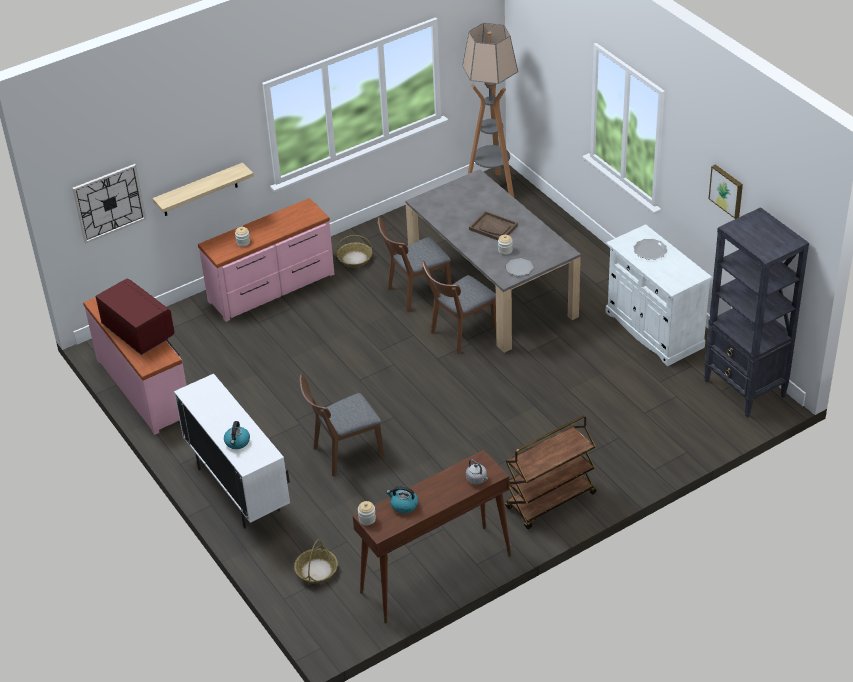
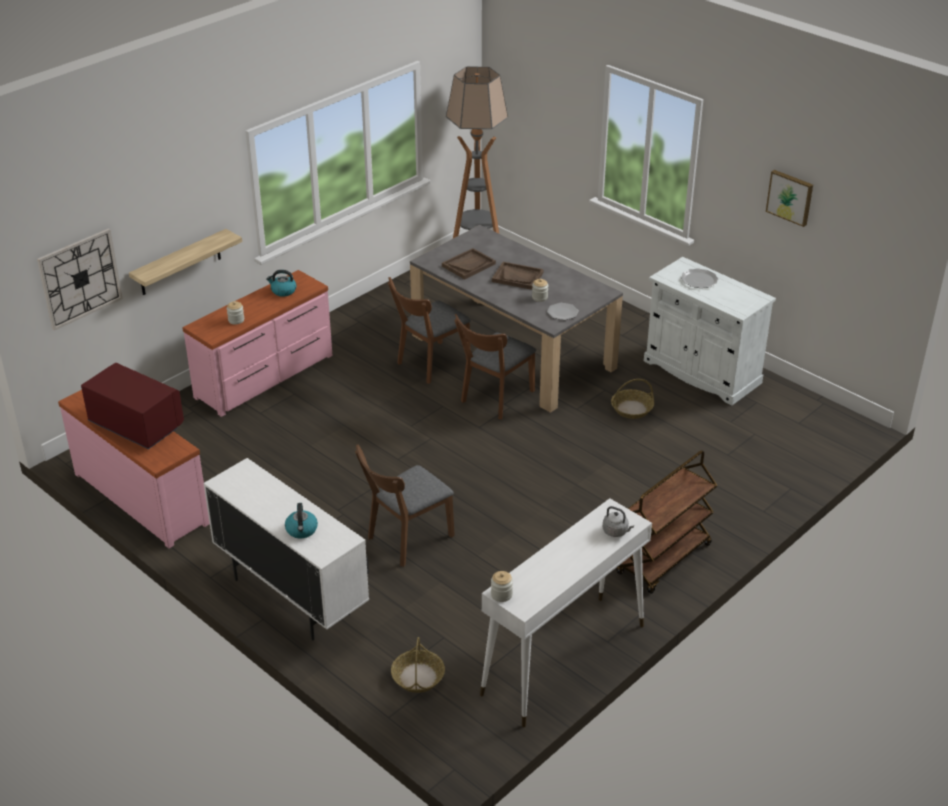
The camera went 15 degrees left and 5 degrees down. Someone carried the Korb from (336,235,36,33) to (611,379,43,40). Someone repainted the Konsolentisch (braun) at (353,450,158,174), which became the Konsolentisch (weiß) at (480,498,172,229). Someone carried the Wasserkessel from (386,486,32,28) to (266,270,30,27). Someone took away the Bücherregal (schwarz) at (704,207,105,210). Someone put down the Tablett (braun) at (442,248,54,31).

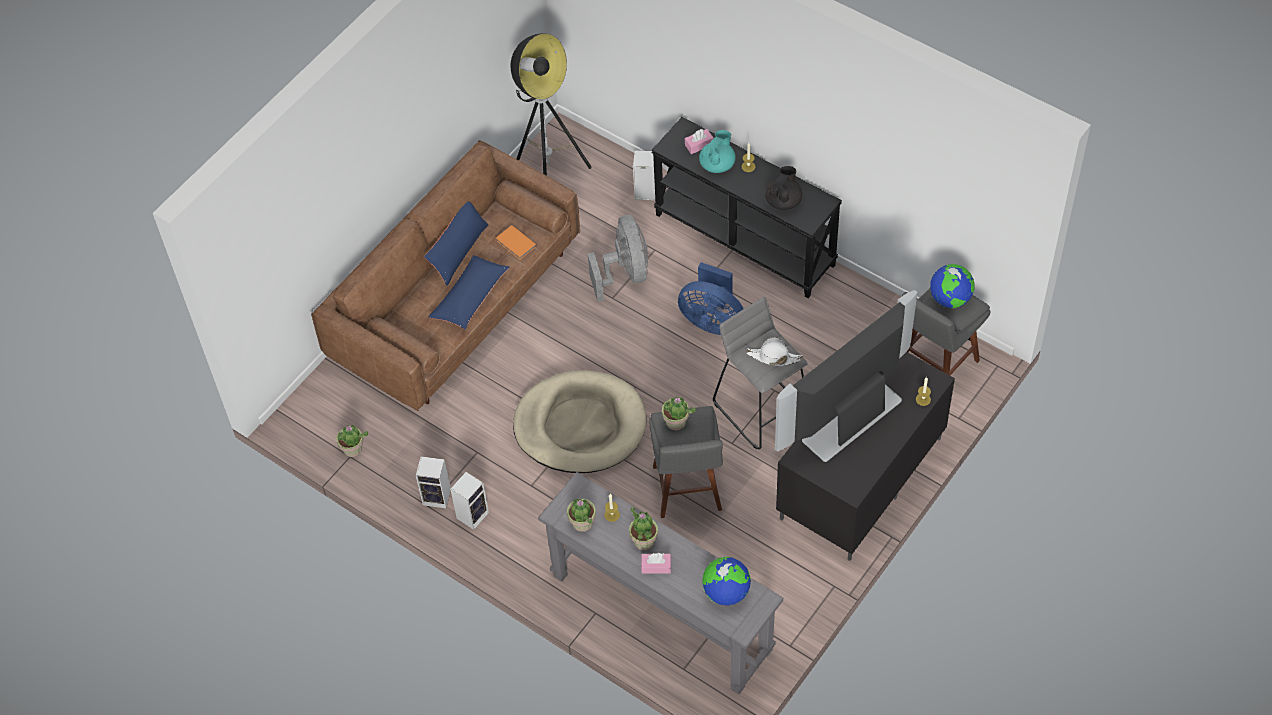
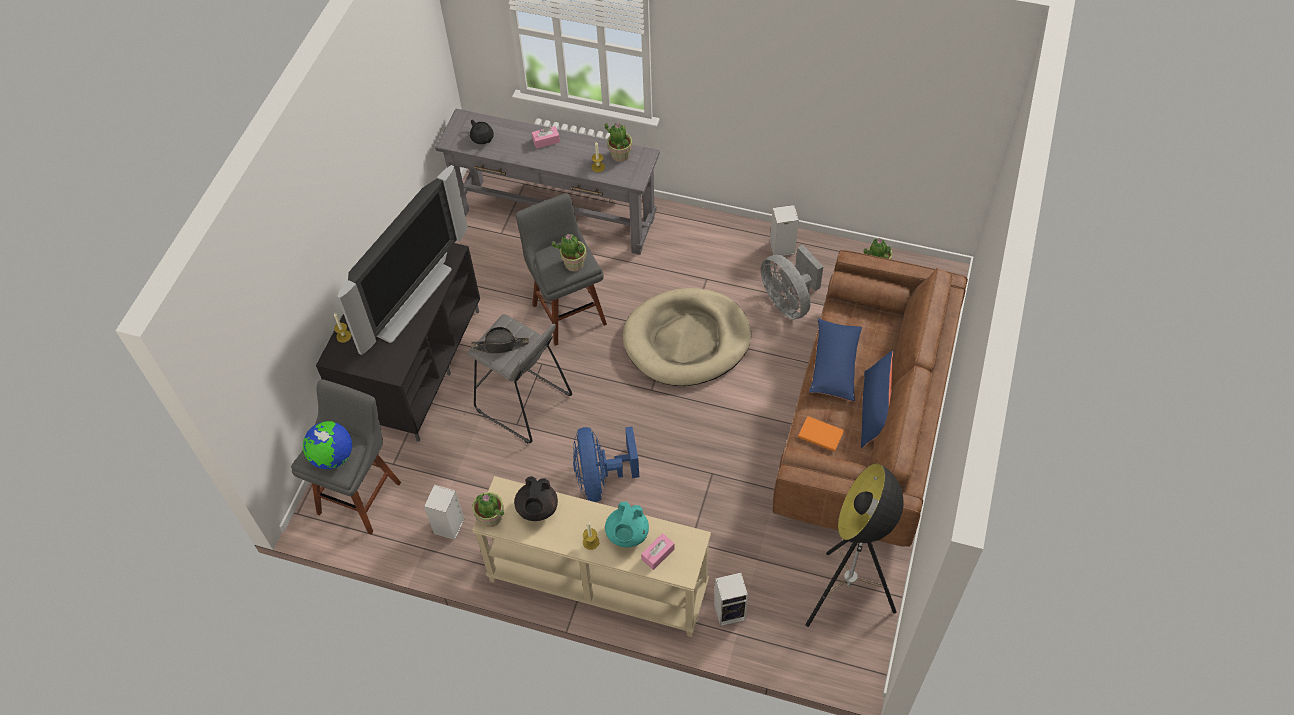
The camera went 160 degrees right and 0 degrees up. Someone carried the Lautsprecher from (450,472,39,58) to (424,485,41,55). Someone carried the Ventilator (grau) from (588,215,60,87) to (761,245,62,74). Someone carried the Topfpflanze from (629,506,29,44) to (472,492,32,35). Someone repainted the Konsolentisch (schwarz) at (651,117,191,181), which became the Konsolentisch (beige) at (472,476,239,161). Someone rotated the Ventilator (blau) at (678,262,65,73) by 105 degrees counterclockwise. Someone swapped the Globus at (702,557,49,49) for the Teekanne (schwarz) at (470,120,24,24). Someone repainted the Hut (weiß) at (746,337,57,29), which became the Hut (schwarz) at (471,327,58,26).

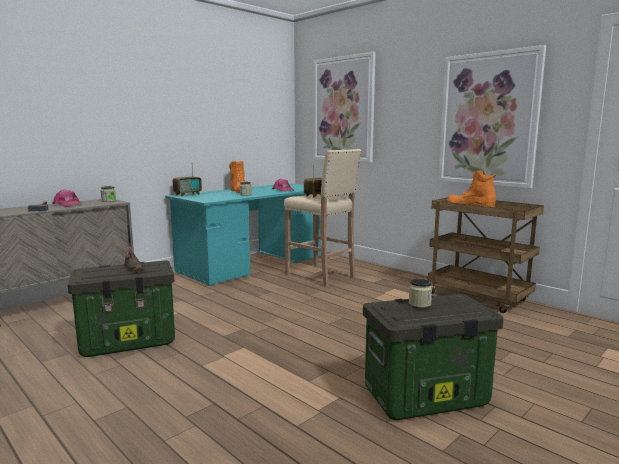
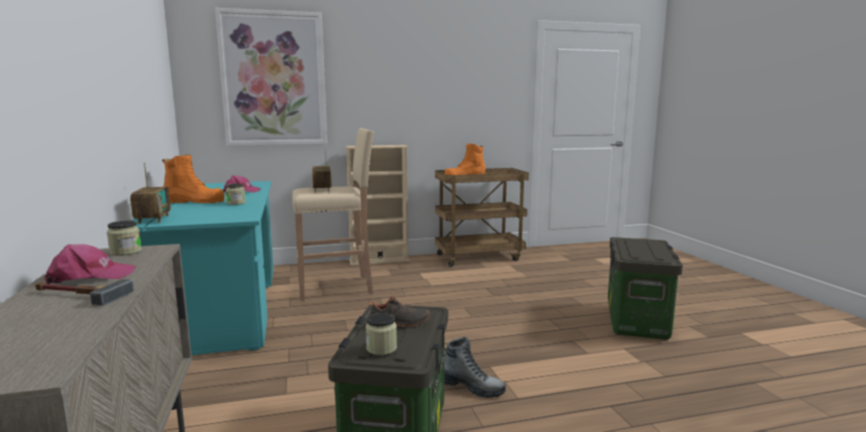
The camera went 60 degrees left and 0 degrees up. Someone carried the Vorratsglas from (409,279,23,29) to (366,313,31,42). Someone took away the Bild at (438,45,108,143). Someone put down the Bücherregal (beige) at (345,145,65,121). Someone put down the Stiefel at (444,337,62,61).

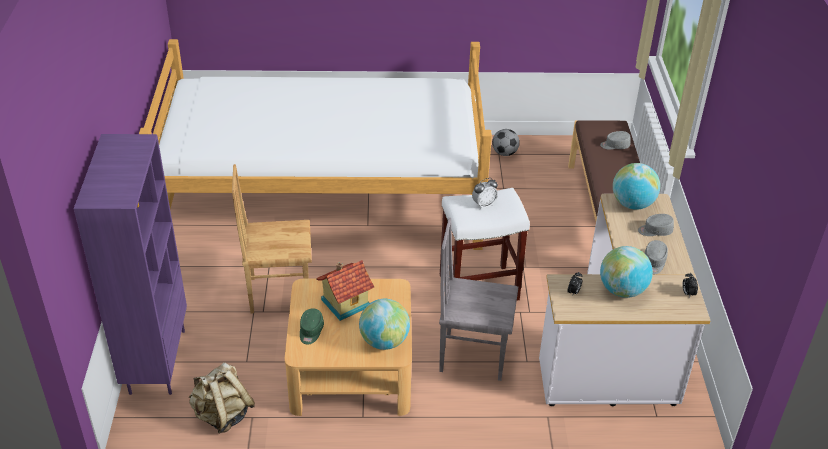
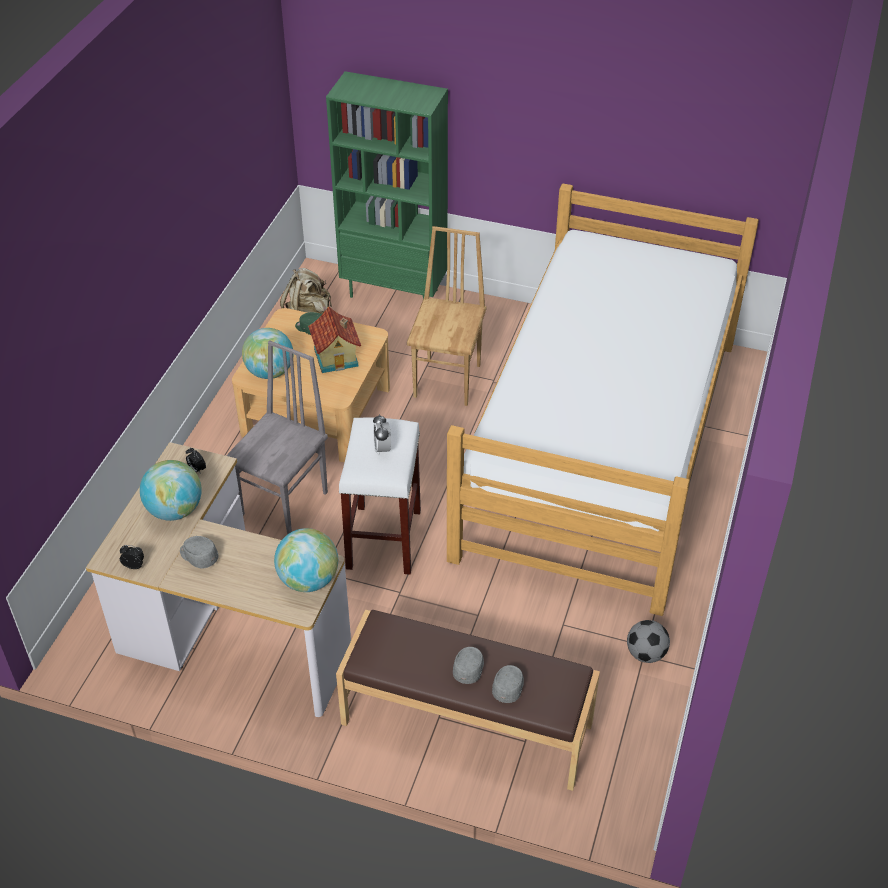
The camera went 110 degrees right and 5 degrees up. Someone repainted the Bücherregal (lila) at (74,134,113,261), which became the Bücherregal (grün) at (326,71,122,227). Someone carried the Kappe (grau) from (638,214,36,22) to (453,647,31,37).

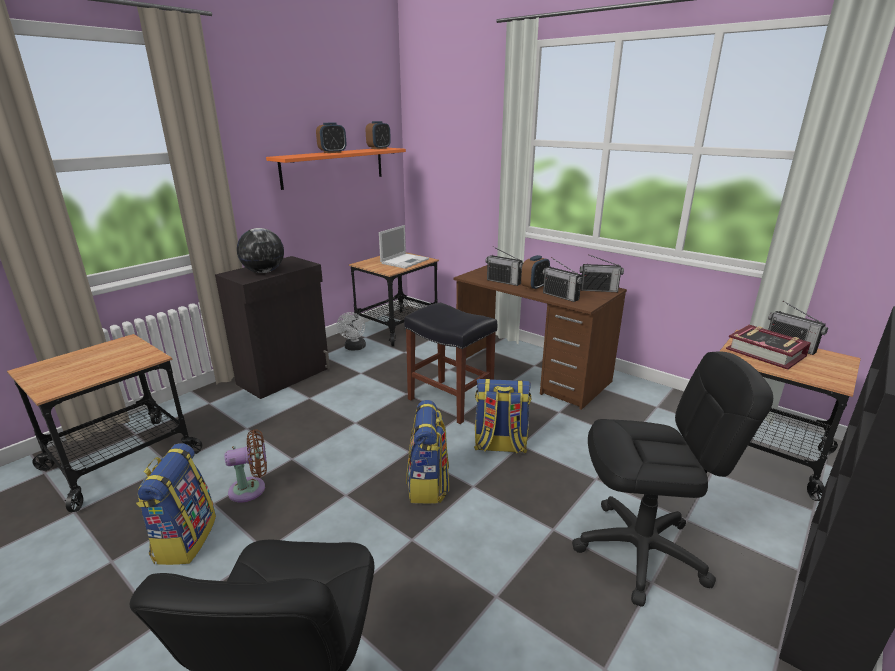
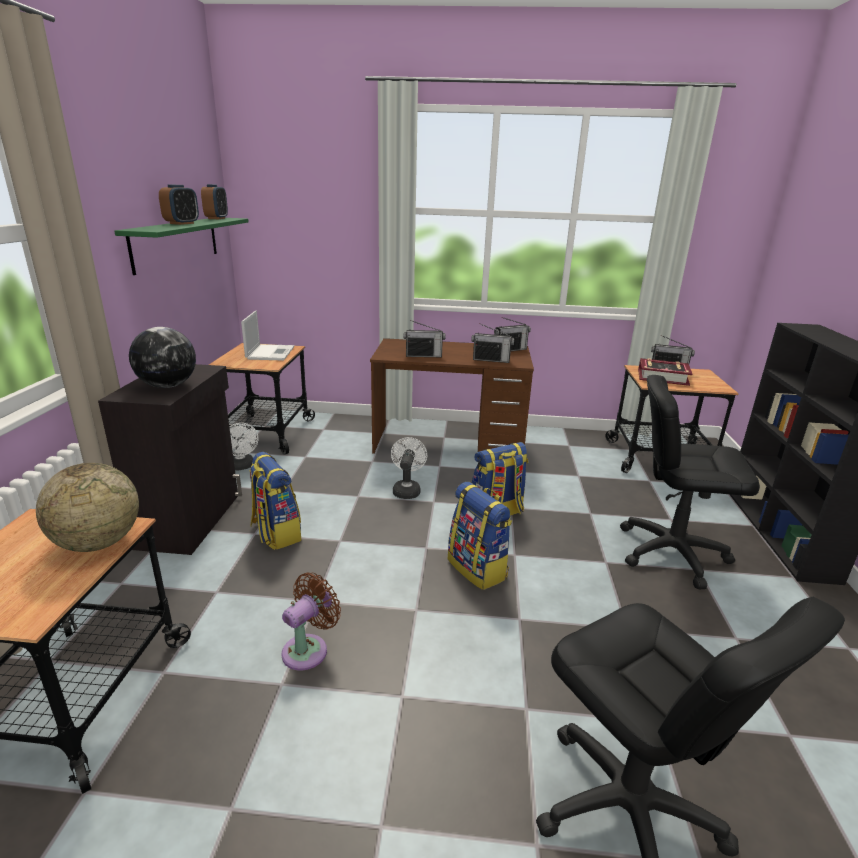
The camera went 35 degrees left and 0 degrees up. Someone carried the Rucksack from (136,443,80,122) to (249,452,52,98). Someone repainted the Wandregal (orange) at (266,148,140,42), which became the Wandregal (grün) at (114,218,135,57). Someone swapped the Hocker (schwarz) at (404,303,93,121) for the Ventilator (weiß) at (391,437,36,62). Someone took away the Wecker at (521,255,29,35). Someone rotated the Bürostuhl (schwarz) at (572,351,201,256) by 135 degrees counterclockwise. Someone put down the Globus at (36,463,103,89).

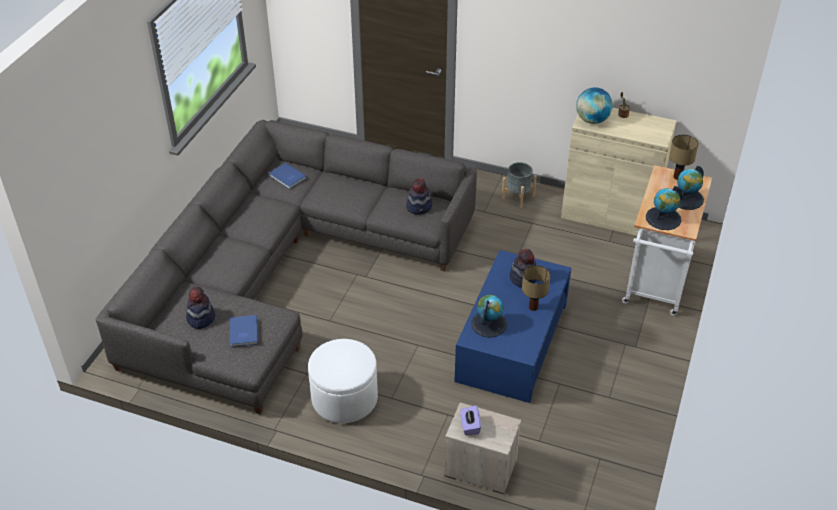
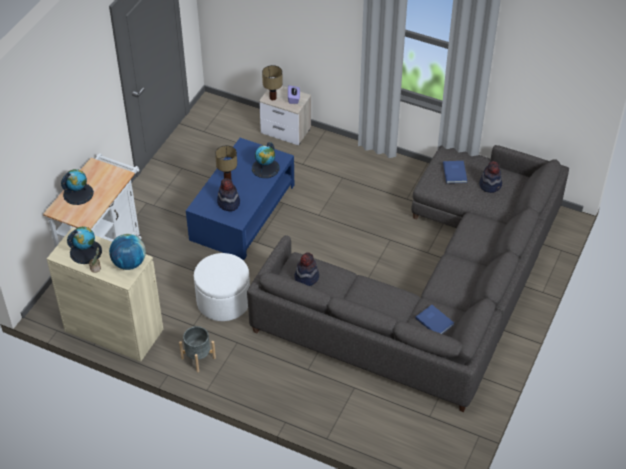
The camera went 175 degrees left and 5 degrees up. Someone carried the Polsterhocker (weiß) from (308,339,70,84) to (194,253,56,68). Someone carried the Globus from (646,186,36,44) to (67,226,35,38). Someone carried the Tischlampe from (669,135,30,45) to (262,65,21,35).

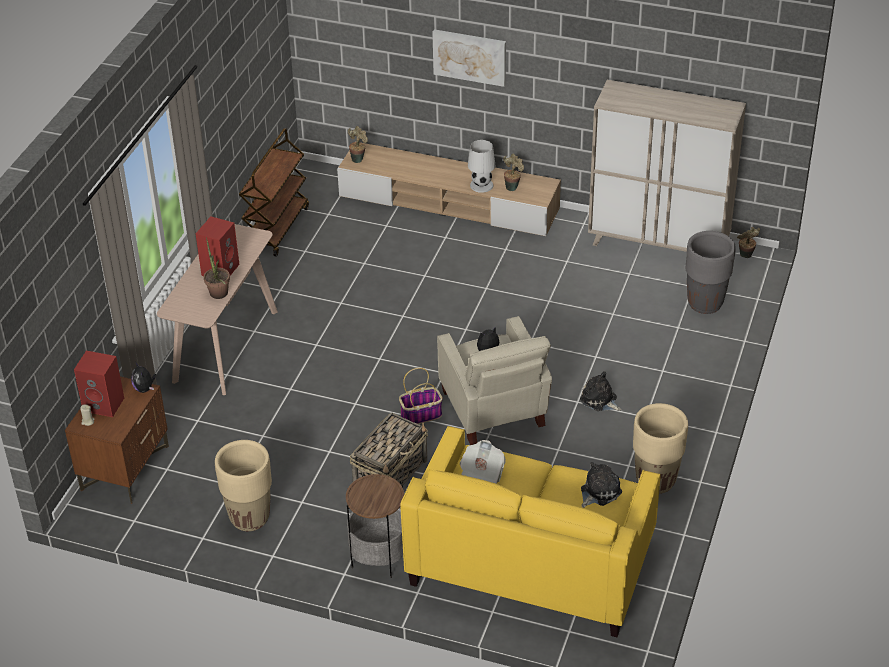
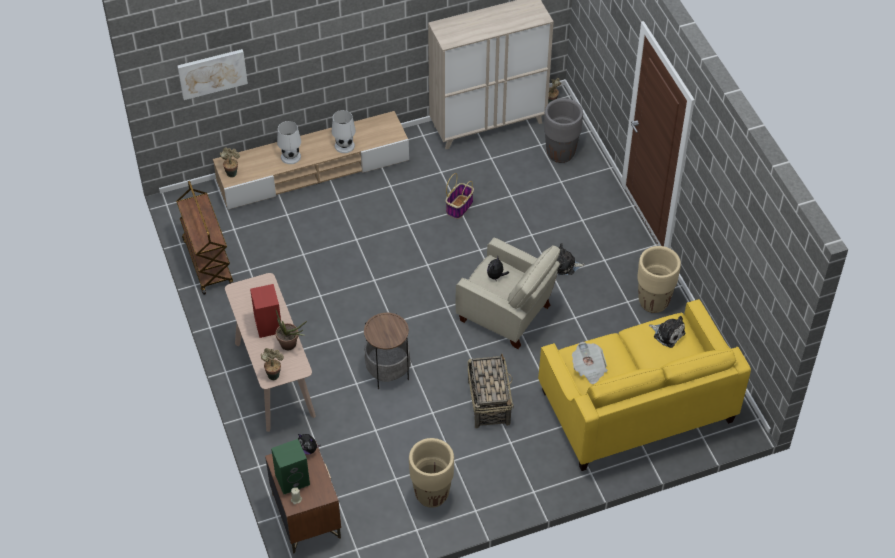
The camera went 40 degrees left and 10 degrees up. Someone repainted the Lautsprecher (rot) at (74,351,50,66), which became the Lautsprecher (grün) at (271,439,39,55). Someone carried the Beistelltisch from (346,474,58,104) to (364,313,47,76). Someone carried the Korb from (399,368,44,56) to (446,173,28,46). Someone carried the Bild from (432,29,74,58) to (177,49,71,51). Someone carried the Topfpflanze from (503,154,21,37) to (261,348,23,32). Someone rotated the Plüschtier at (581,462,41,46) by 120 degrees clockwise. Someone put down the Tischlampe (weiß) at (277,121,24,43).

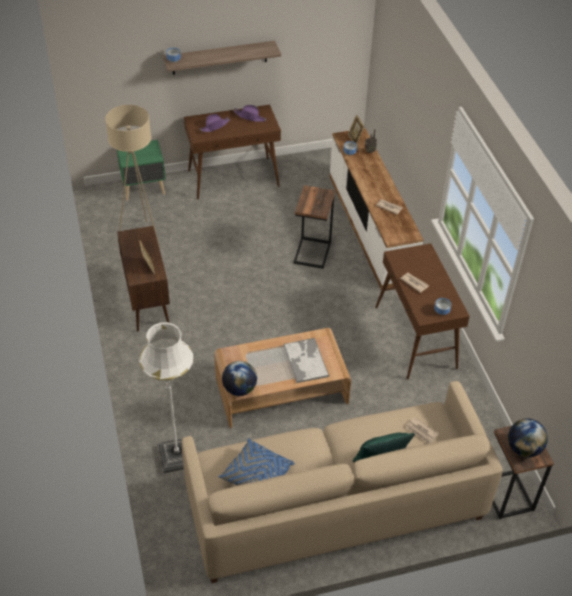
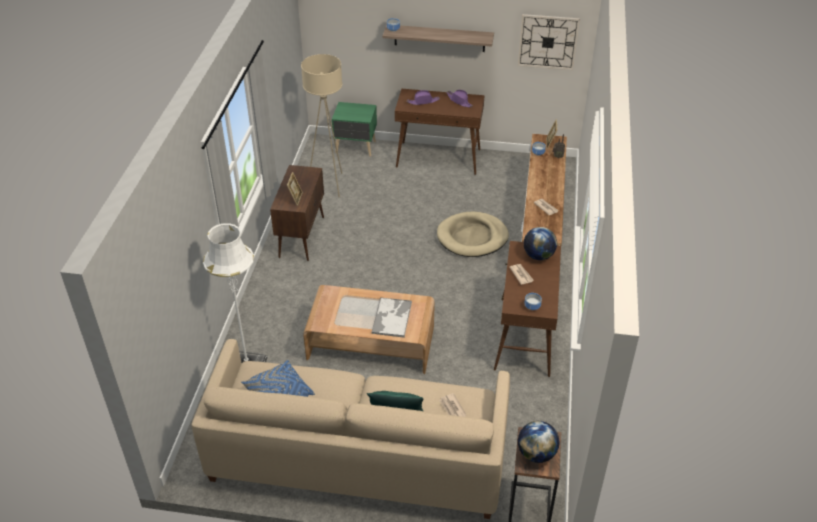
The camera went 25 degrees right and 5 degrees down. Someone carried the Globus from (222,361,35,35) to (524,227,33,33). Someone swapped the Beistelltisch at (293,185,42,84) for the Hundebett (beige) at (437,212,72,45). Someone put up the Wanduhr at (518,14,62,56).

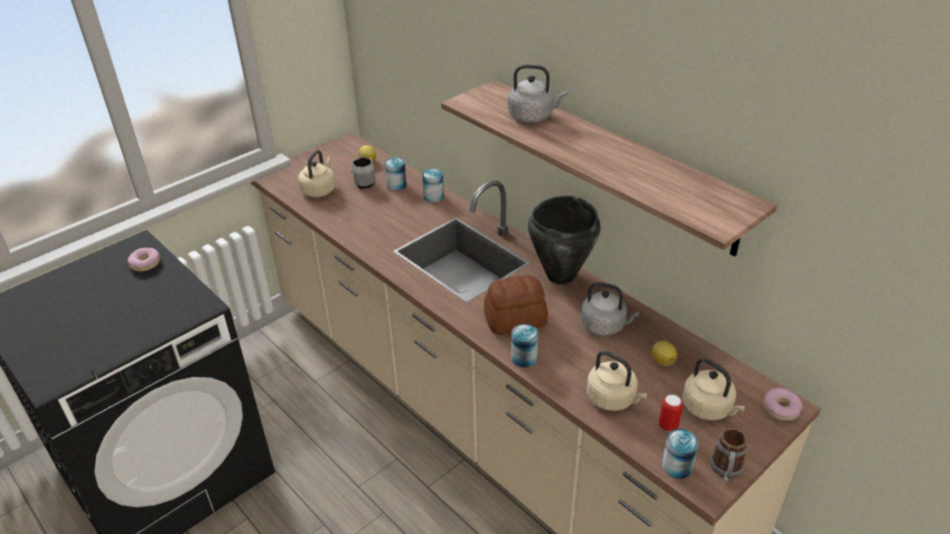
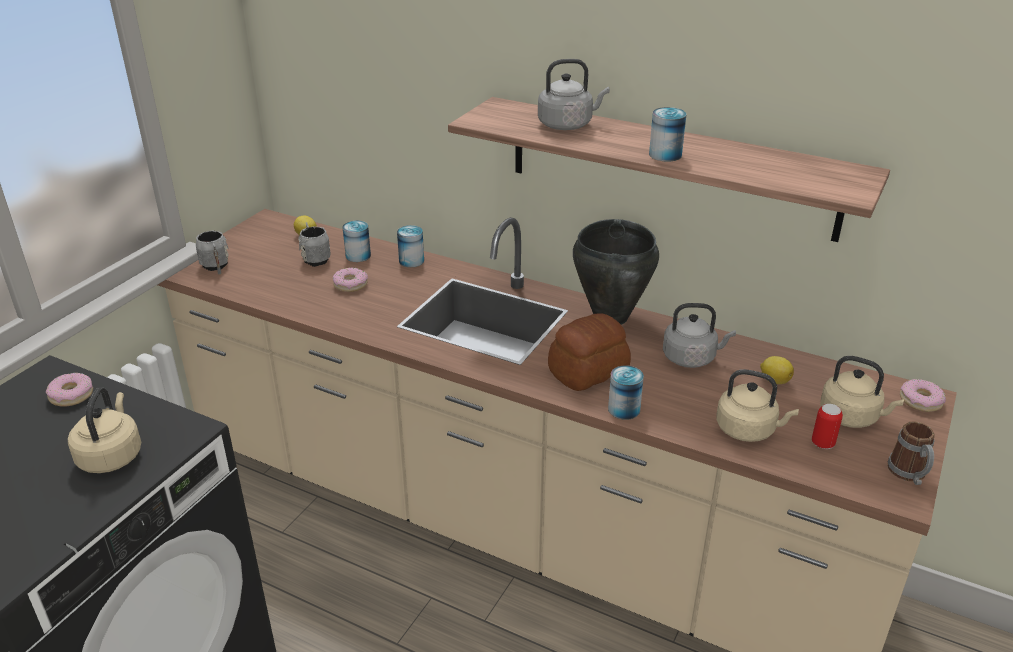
The camera went 20 degrees left and 5 degrees down. Someone carried the Wasserkessel (beige) from (298,150,37,48) to (68,387,73,86). Someone carried the Dose from (662,429,37,50) to (649,107,37,55). Someone put down the Henkelbecher (grau) at (196,230,33,44). Someone put down the Donut at (333,267,35,25).

